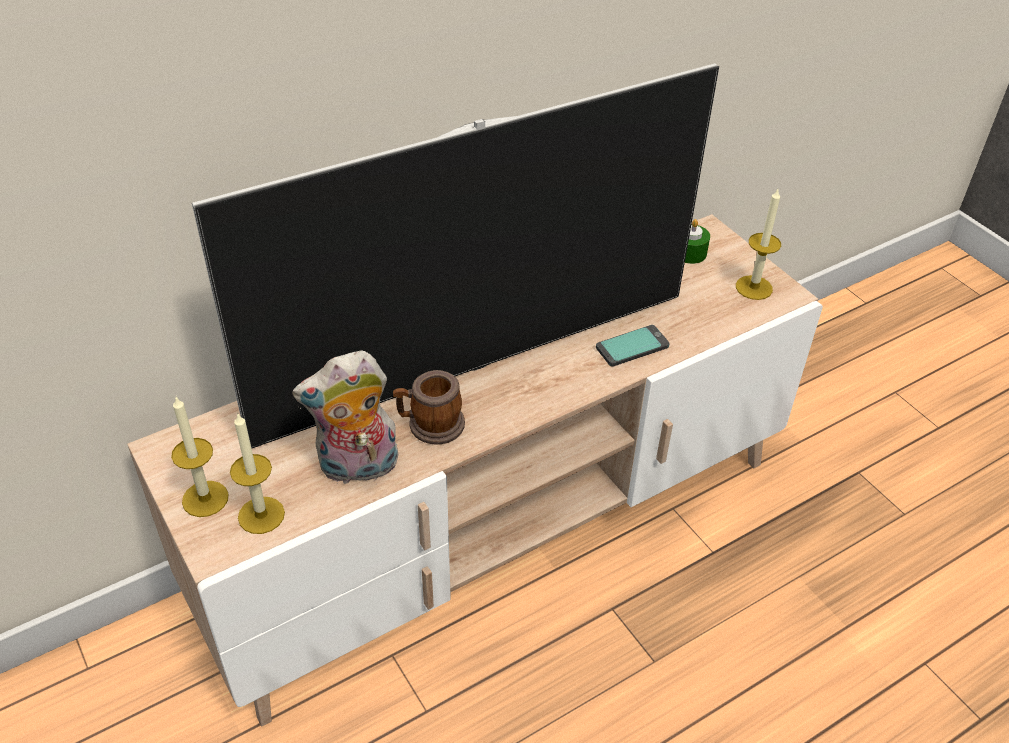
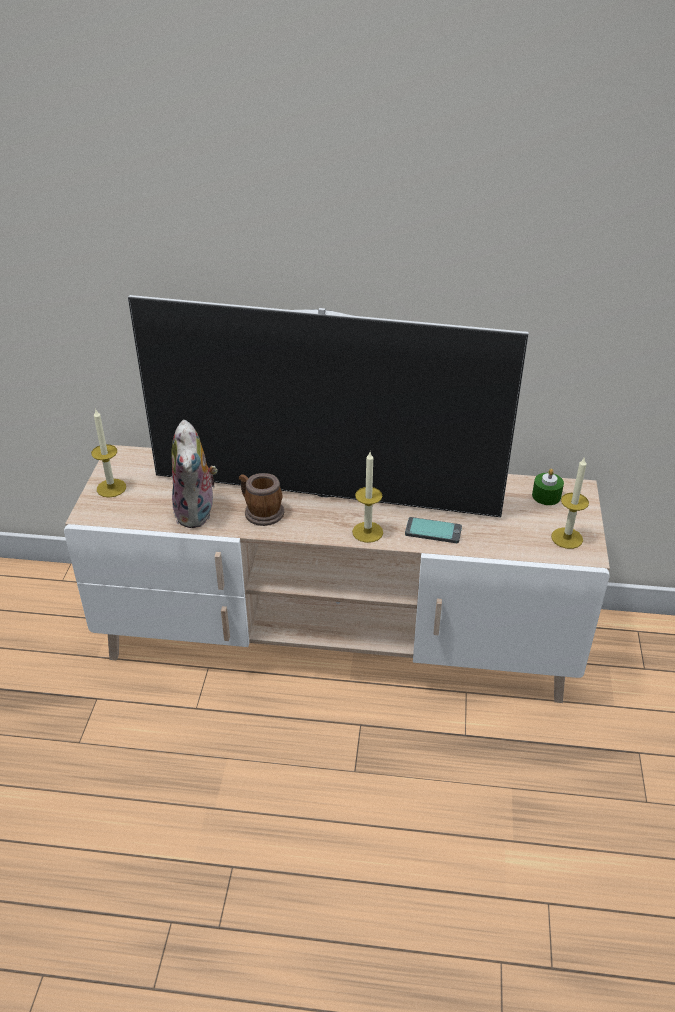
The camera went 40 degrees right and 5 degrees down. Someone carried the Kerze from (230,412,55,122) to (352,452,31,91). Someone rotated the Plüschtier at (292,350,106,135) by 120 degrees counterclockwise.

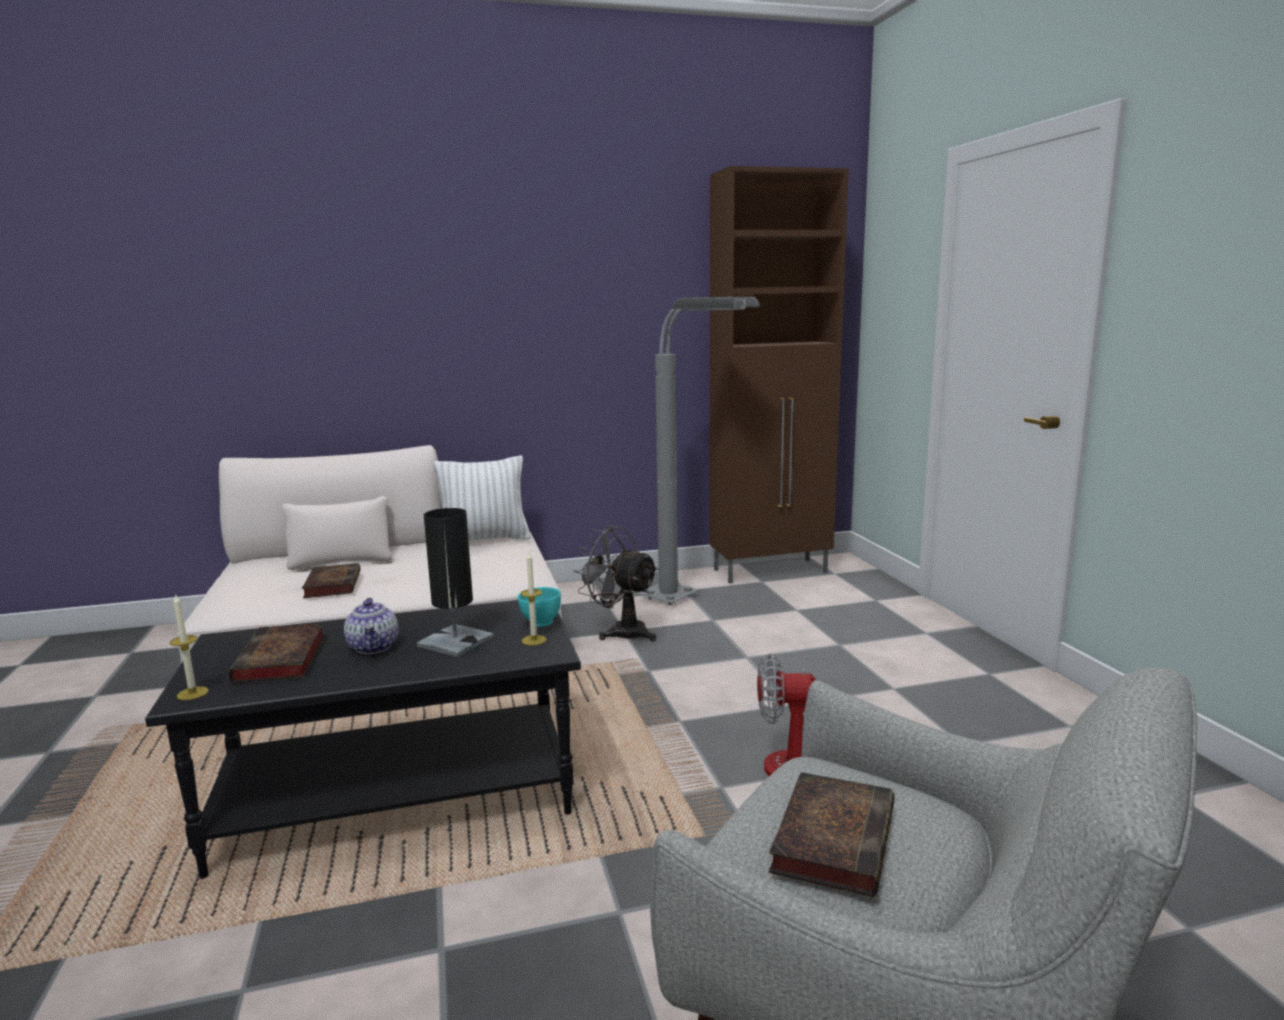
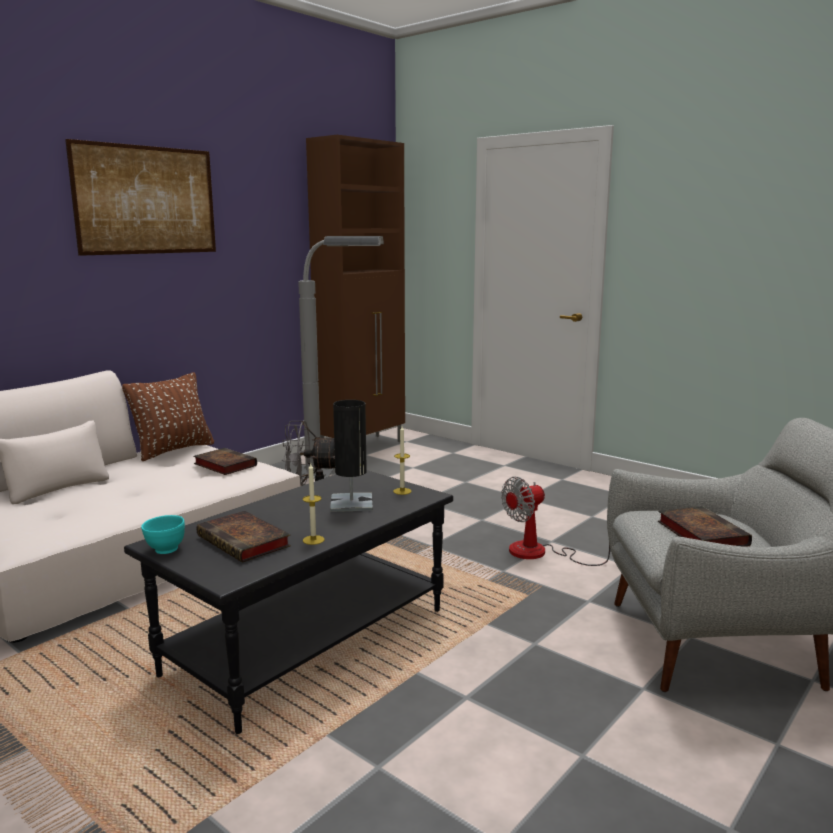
The camera went 35 degrees left and 0 degrees up. Someone carried the Kerze from (170,595,39,105) to (303,464,21,81). Someone carried the Buch from (302,563,59,35) to (193,448,64,27). Someone took away the Teekanne at (344,598,54,56). Someone repainted the Kissen (weiß) at (434,455,97,86), which became the Kissen (braun) at (122,372,92,89). Someone carried the Schüssel (türkis) from (517,587,44,40) to (141,515,44,39). Someone put up the Bild at (65,139,151,117).

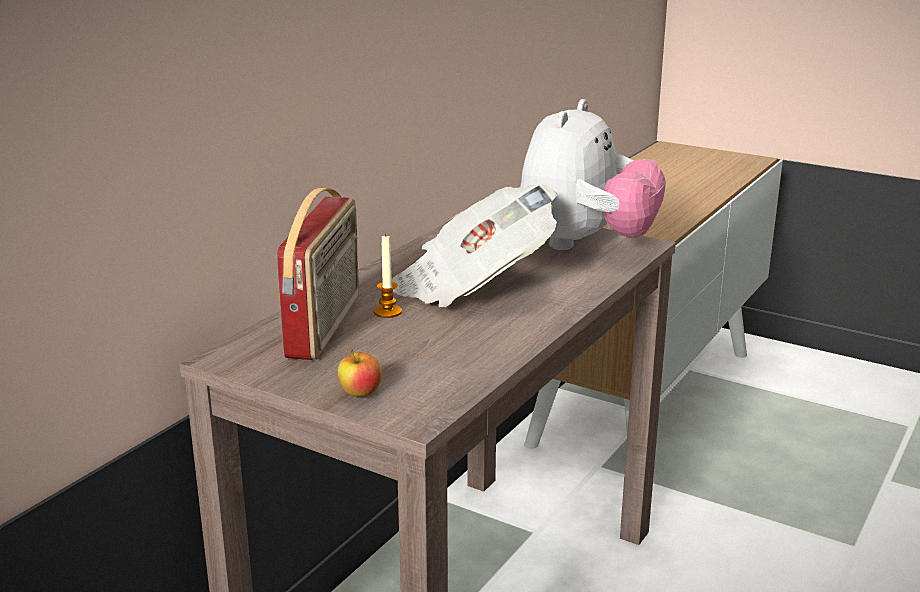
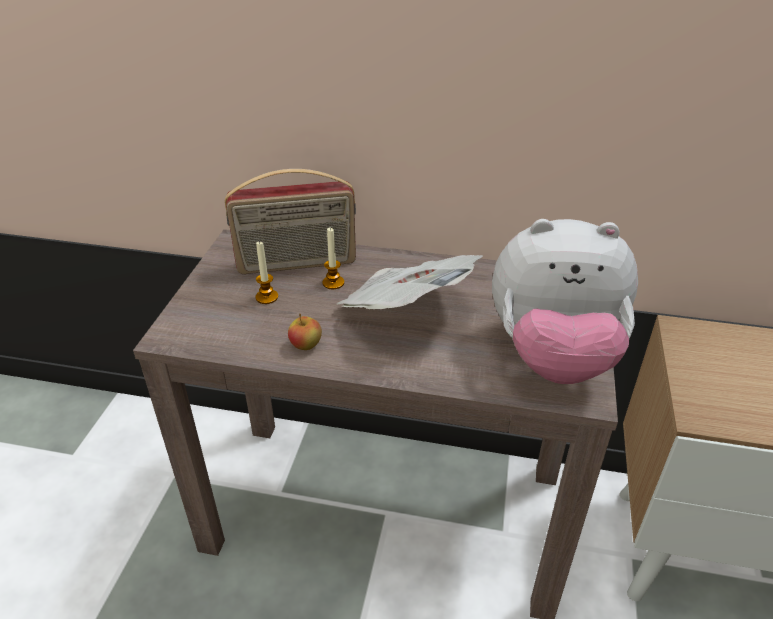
The camera went 70 degrees right and 15 degrees up. Someone carried the Apfel from (337,350,45,47) to (288,314,34,36). Someone put down the Kerze at (256,241,22,63).

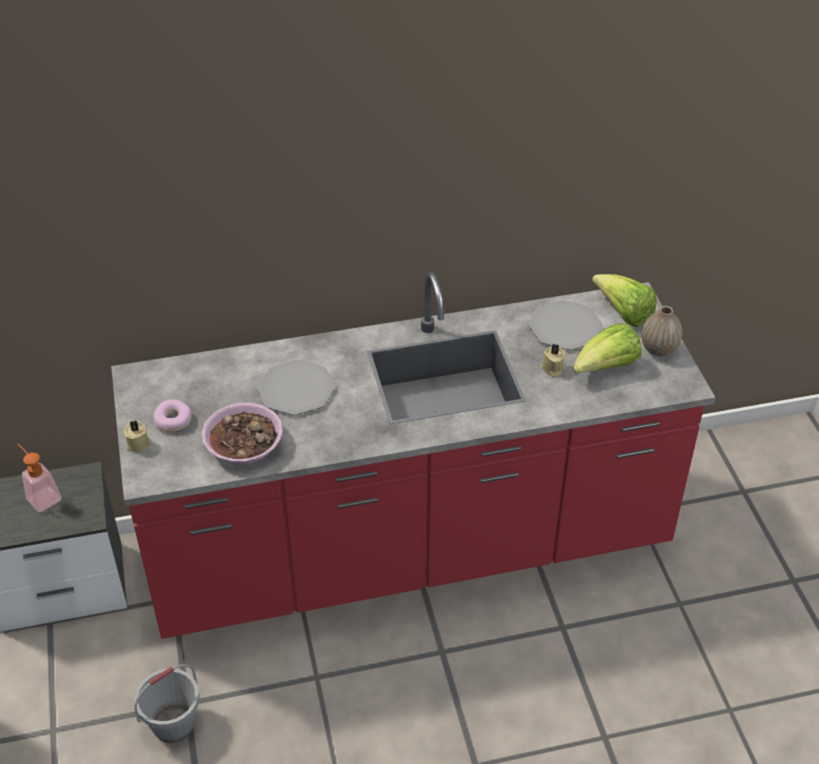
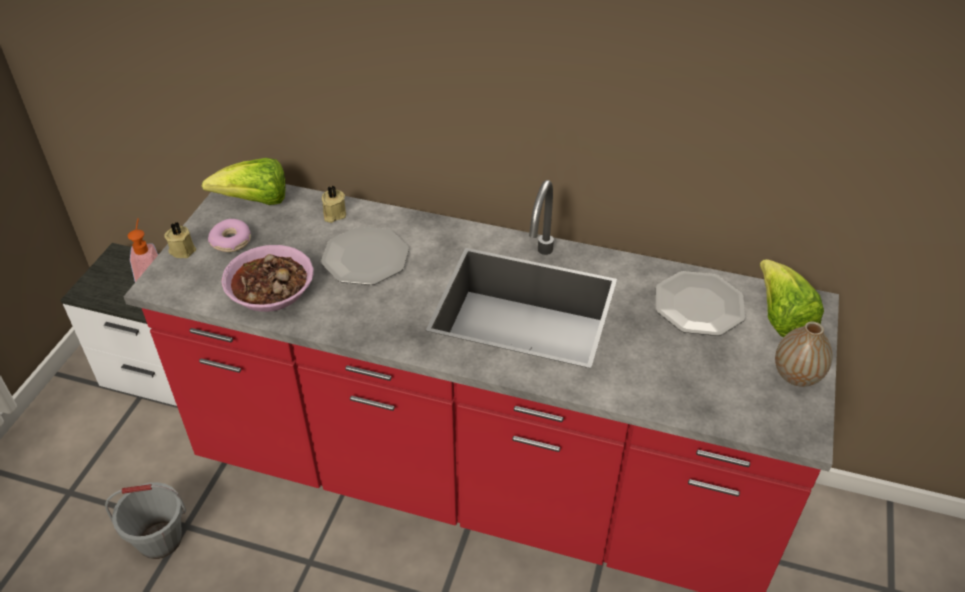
The camera went 30 degrees right and 0 degrees up. Someone carried the Kerze (beige) from (541,344,25,33) to (322,186,24,37). Someone carried the Salatkopf from (574,323,67,51) to (202,158,84,47).

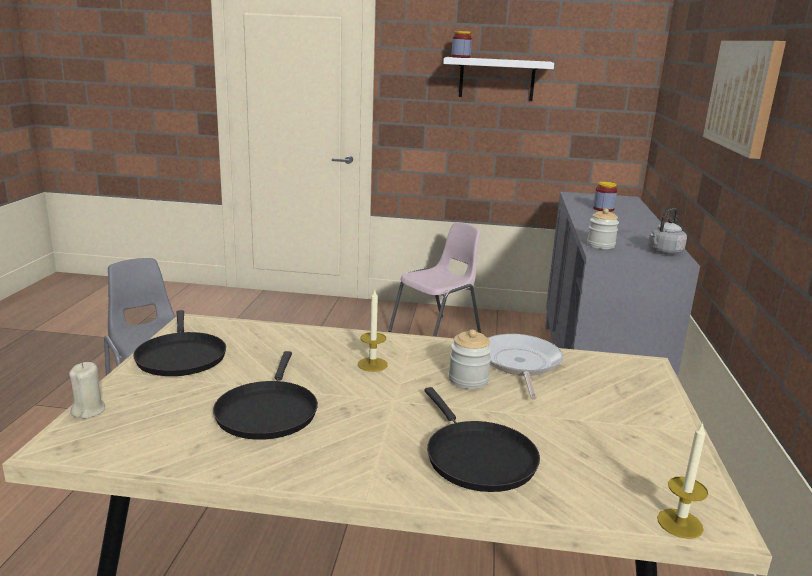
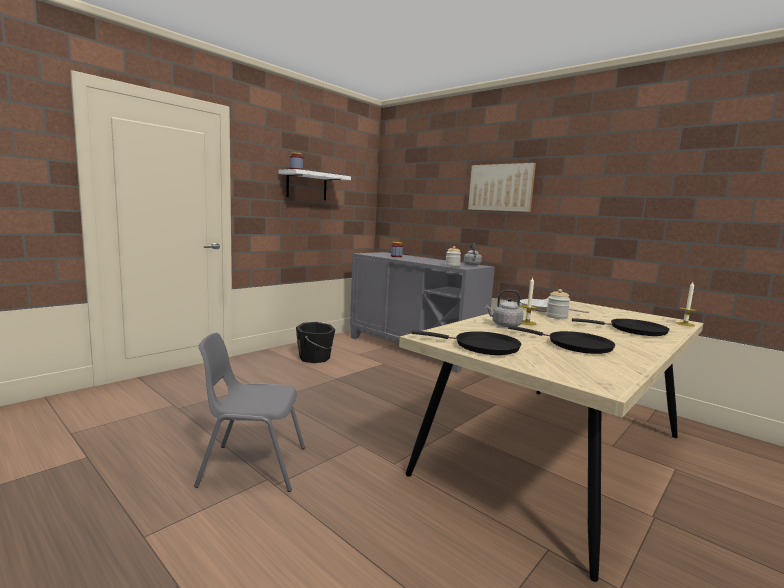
The camera went 55 degrees left and 10 degrees down. Someone took away the Kerze (beige) at (69,362,36,57). Someone swapped the Stuhl (rosa) at (388,222,93,115) for the Eimer (schwarz) at (296,322,39,41). Someone put down the Wasserkessel (grau) at (485,290,38,37).

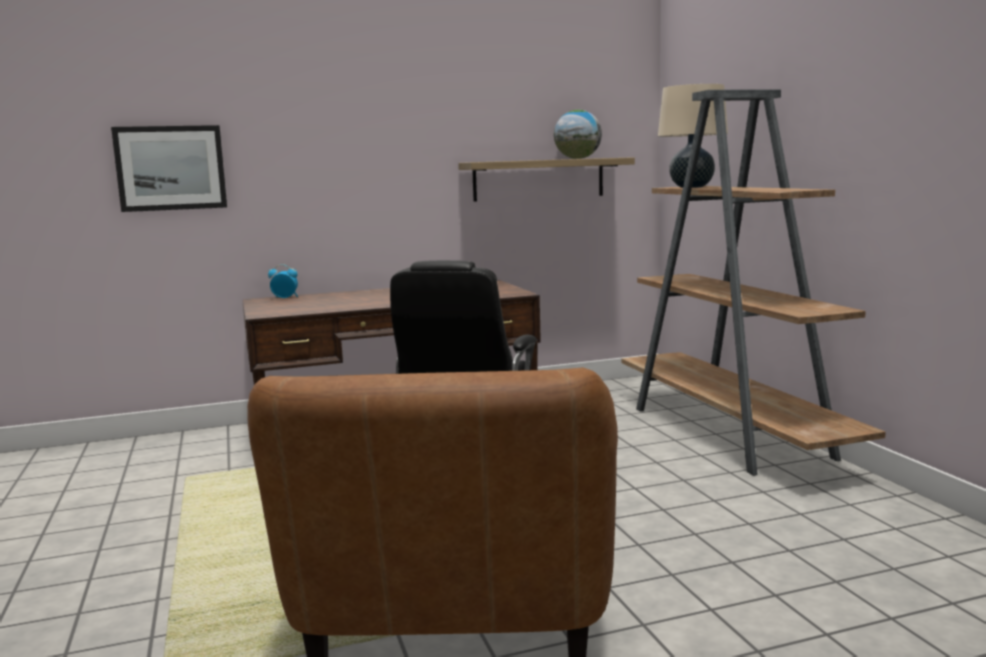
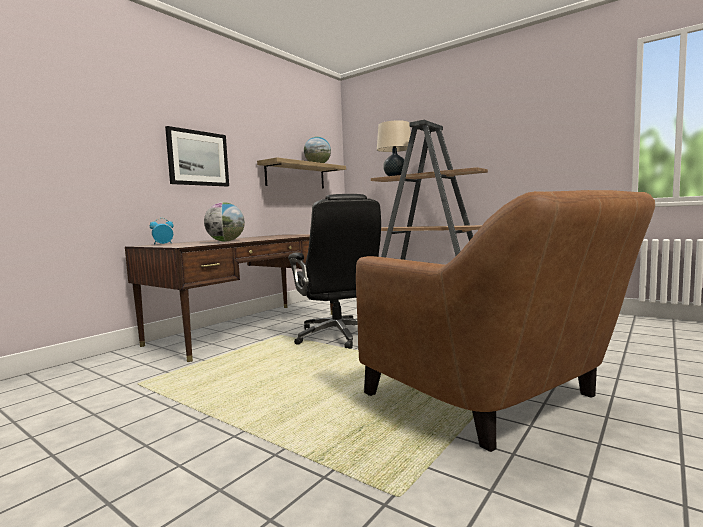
The camera went 35 degrees left and 5 degrees down. Someone carried the Bild from (111,125,116,87) to (165,126,64,60). Someone put down the Globus at (204,202,41,40).

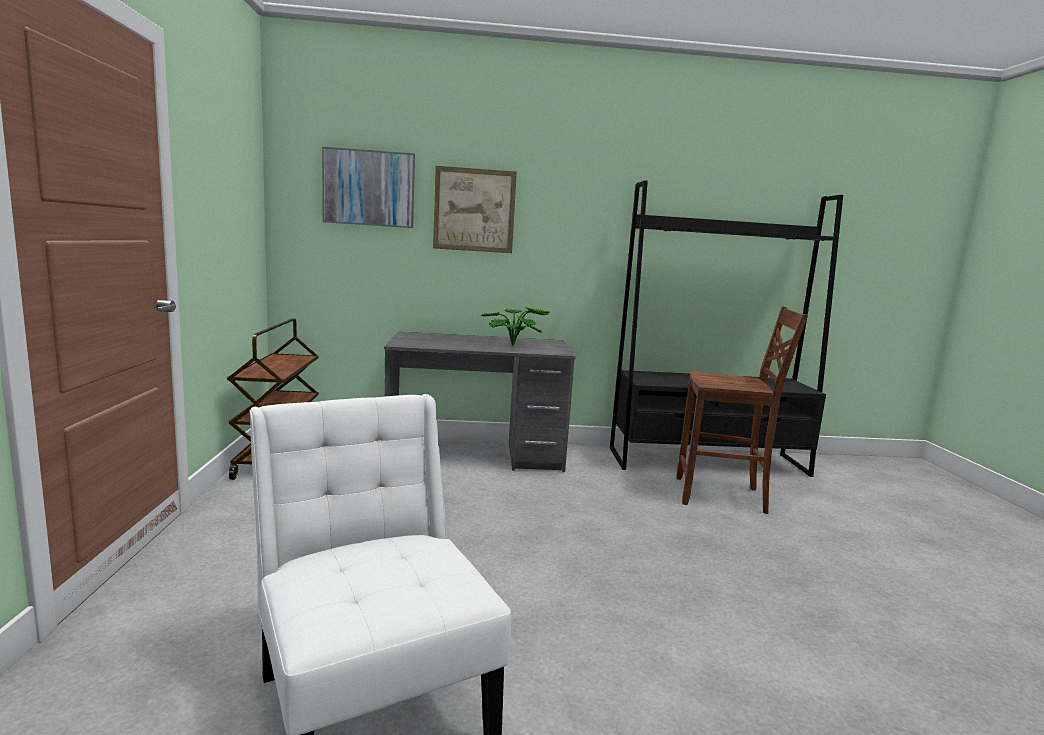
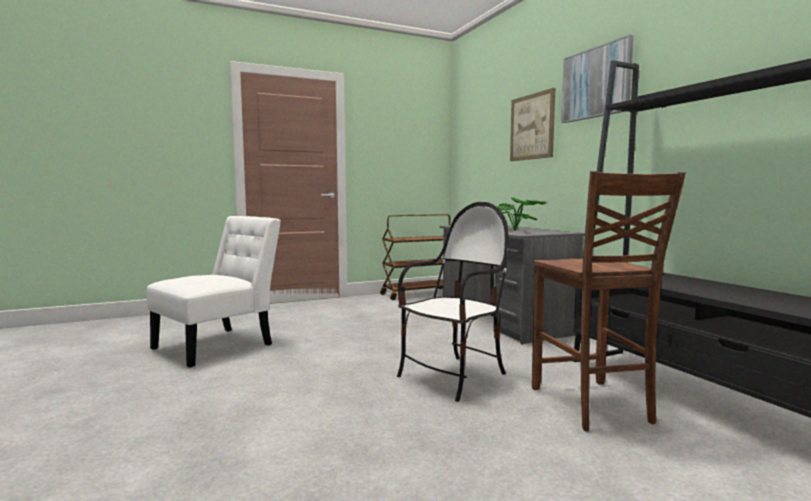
The camera went 70 degrees right and 5 degrees down. Someone carried the Bild from (322,147,93,81) to (561,35,72,88). Someone put down the Stuhl at (397,202,111,200).

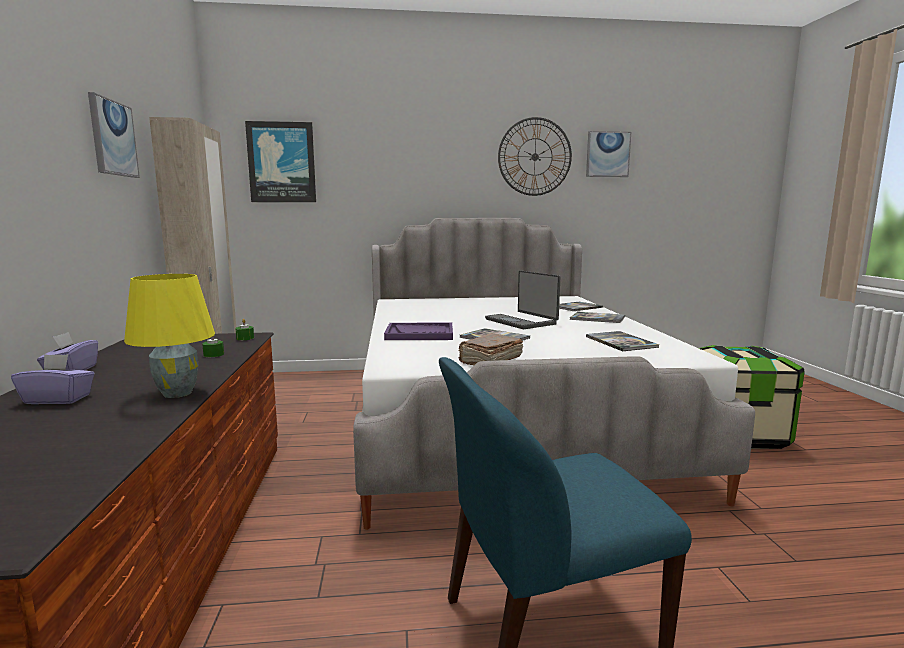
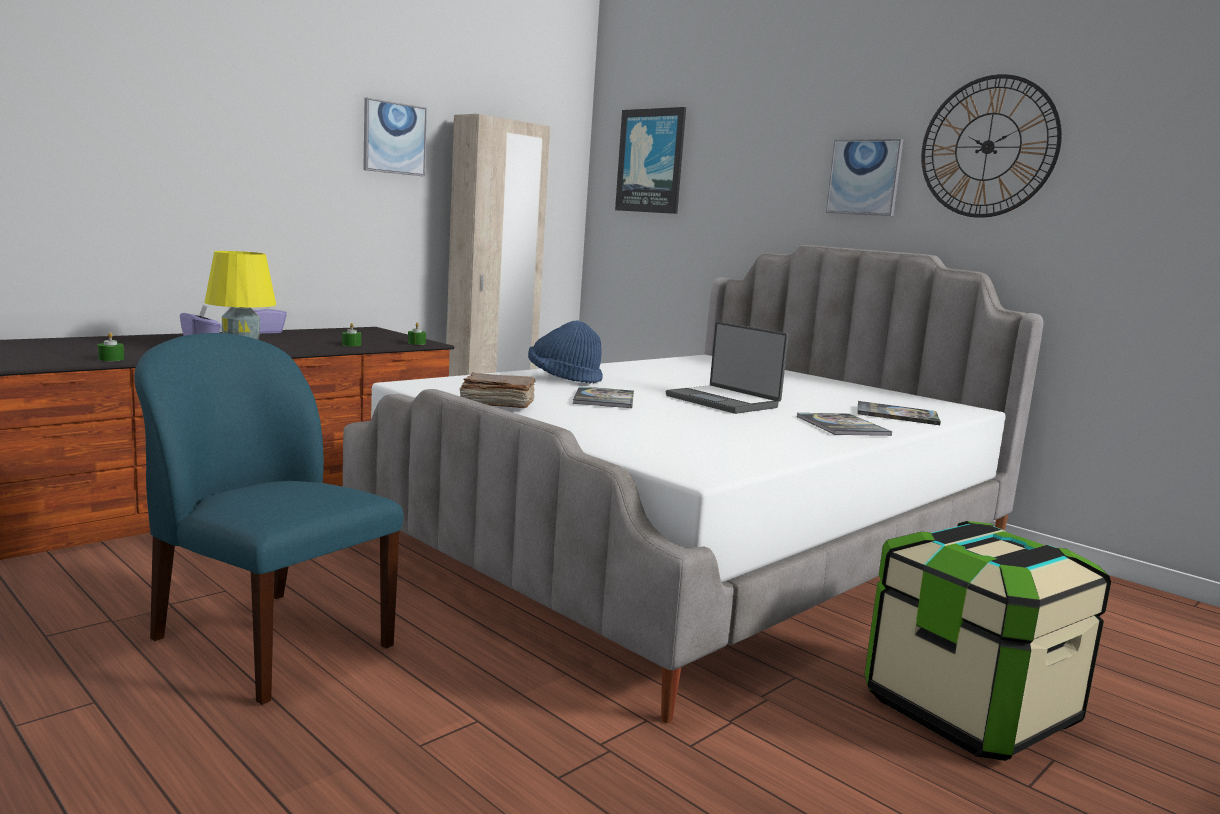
The camera went 50 degrees right and 0 degrees up. Someone swapped the Tablett (lila) at (384,323,69,17) for the Hut (blau) at (528,320,75,64). Someone rotated the Laptop at (485,271,75,58) by 60 degrees counterclockwise. Someone carried the Bild from (586,131,45,46) to (826,139,77,77). Someone took away the Buch at (586,331,73,20). Someone put down the Kerze (grün) at (98,332,26,29).

